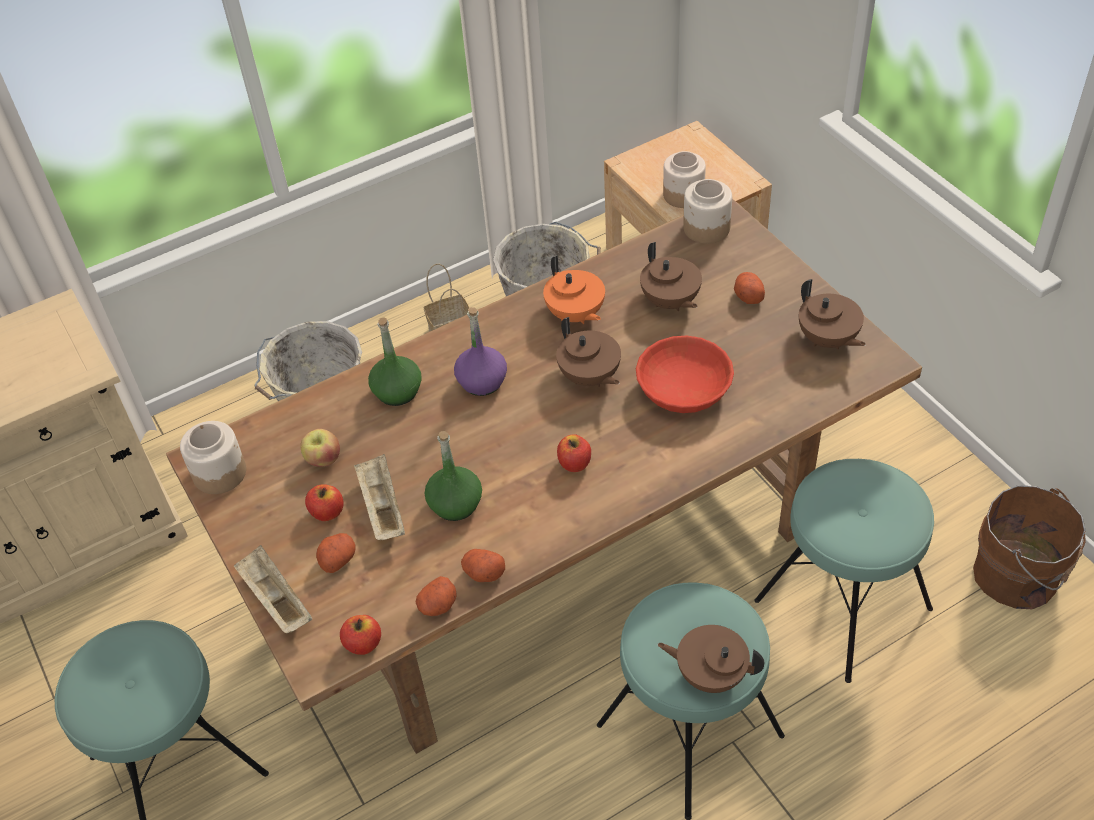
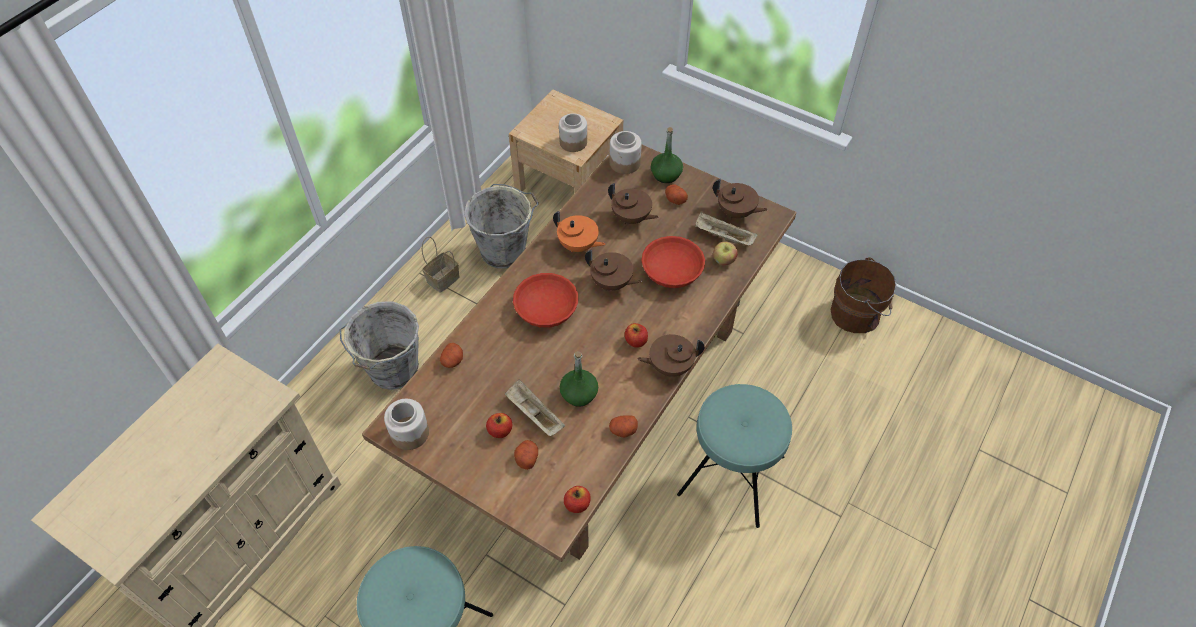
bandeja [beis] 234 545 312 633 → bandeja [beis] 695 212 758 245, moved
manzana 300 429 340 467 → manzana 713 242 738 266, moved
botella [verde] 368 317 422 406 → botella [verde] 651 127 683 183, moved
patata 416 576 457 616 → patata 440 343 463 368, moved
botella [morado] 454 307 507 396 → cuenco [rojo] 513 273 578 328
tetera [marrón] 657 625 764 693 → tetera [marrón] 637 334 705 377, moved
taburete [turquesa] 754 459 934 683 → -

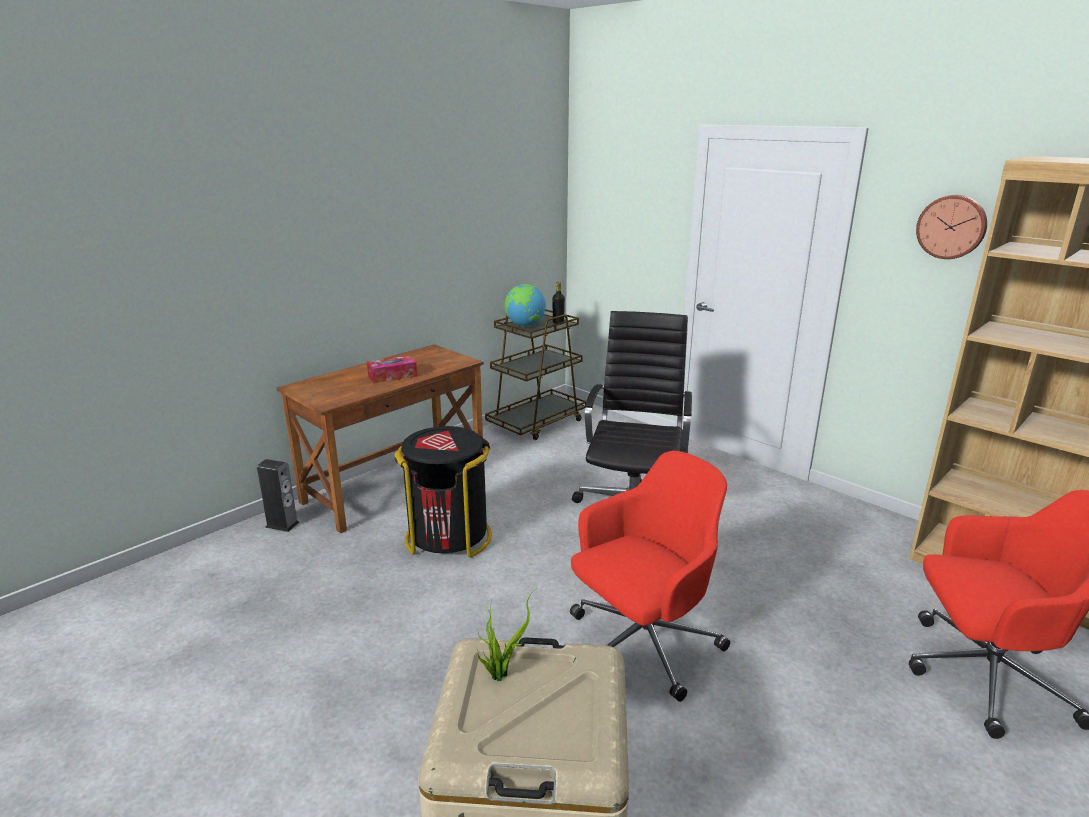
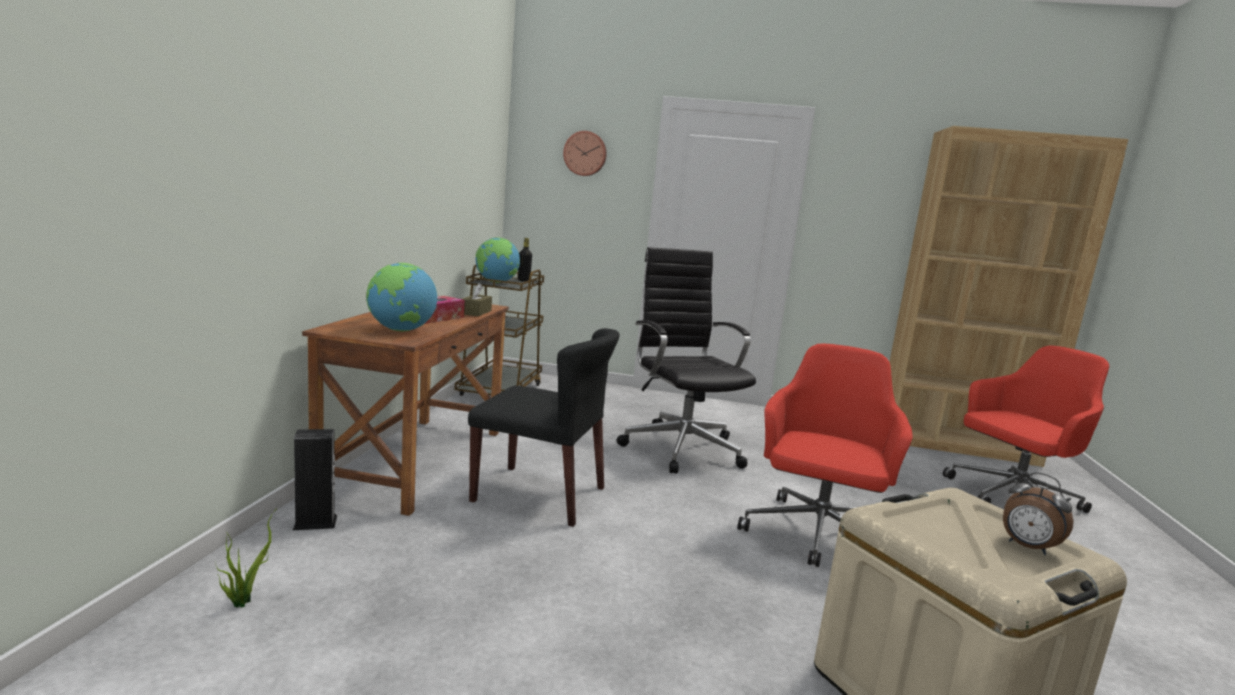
papelera [negro] 394 426 492 558 → silla [negro] 468 328 619 527
planta en maceta 476 593 532 681 → planta en maceta 216 511 275 608, moved
reloj de pared 916 195 987 259 → reloj de pared 563 131 607 176, moved
- → globo terráqueo 366 263 437 331
- → caja de pañuelos [marrón] 462 283 492 316
- → despertador 1003 472 1074 555

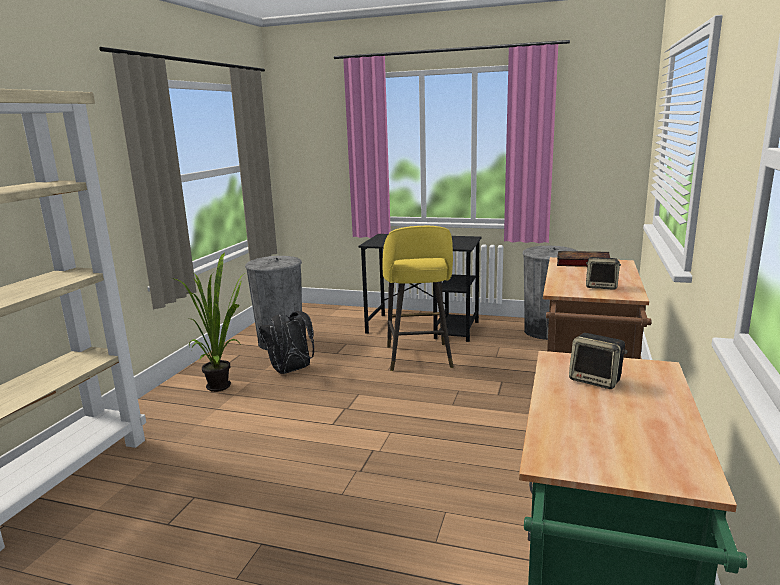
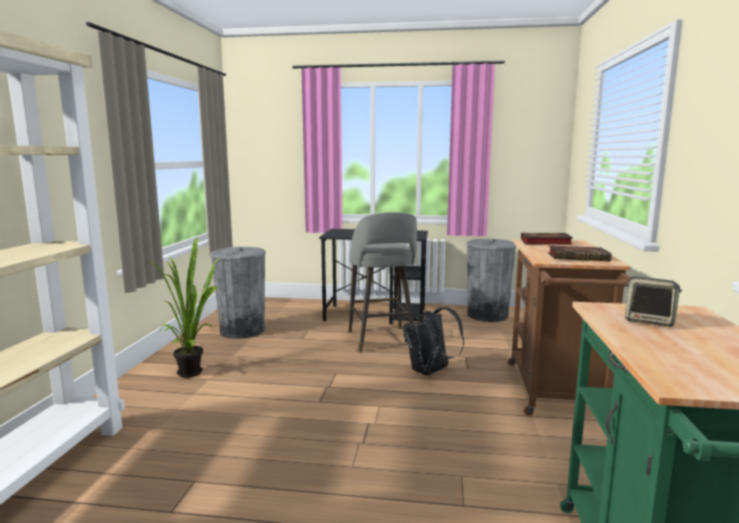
mochila [negro] 259 311 314 374 → mochila [negro] 403 307 464 376, moved
taburete [amarillo] 383 226 453 371 → taburete [gris] 348 212 417 352
altavoz 586 257 621 290 → libro 548 245 612 261

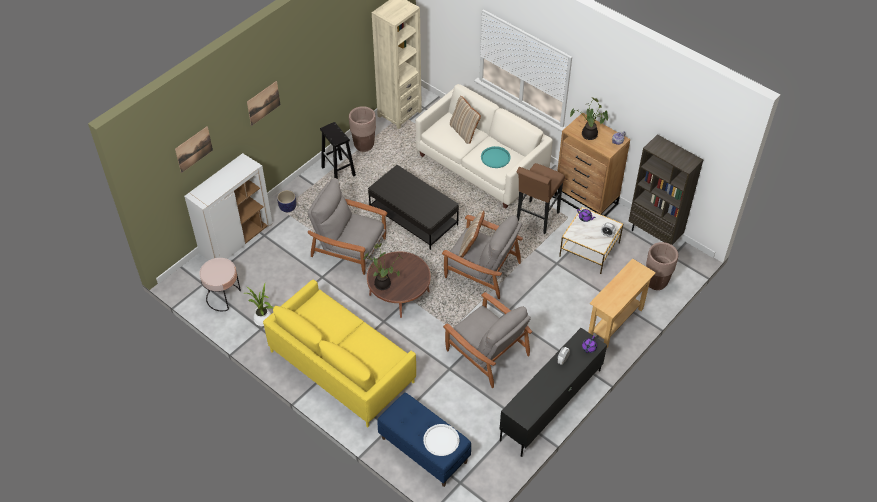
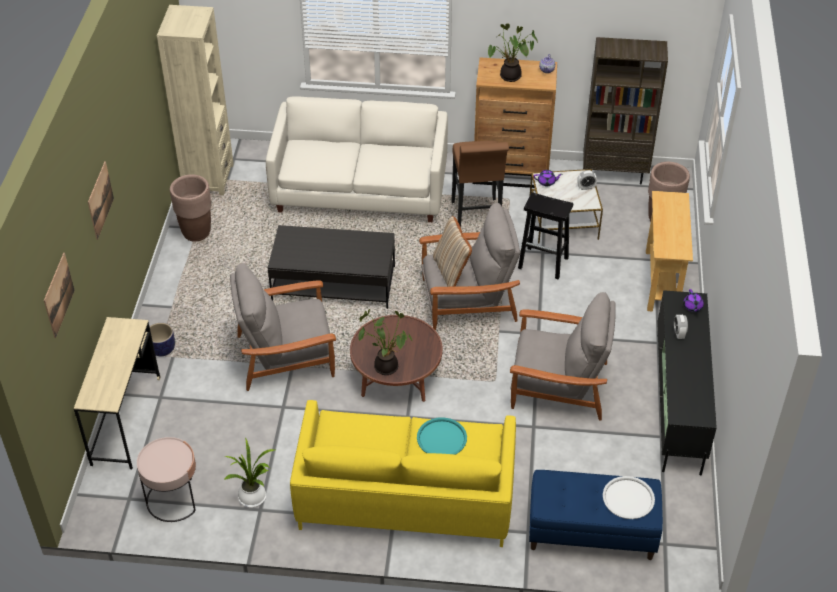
armario [blanco] 184 153 273 261 → escritorio [beis] 74 317 160 469
taburete [negro] 320 122 356 179 → taburete [negro] 518 192 573 280, moved
cojín [beis] 450 96 481 144 → -
bandeja [turquesa] 481 146 511 168 → bandeja [turquesa] 417 417 467 455, moved

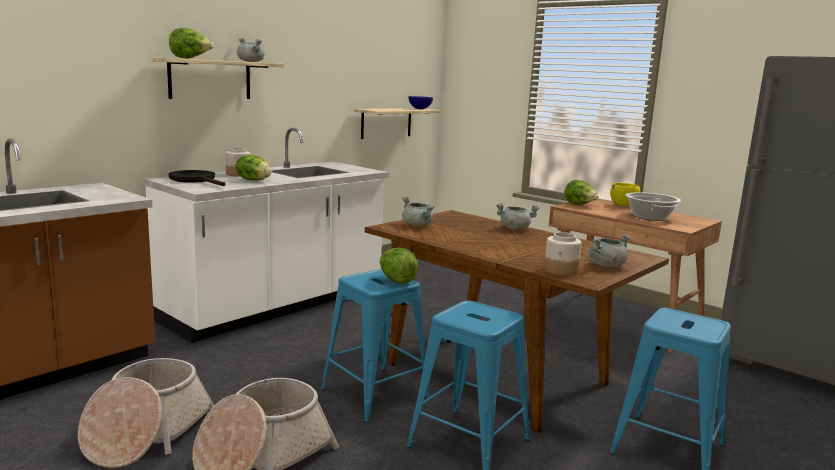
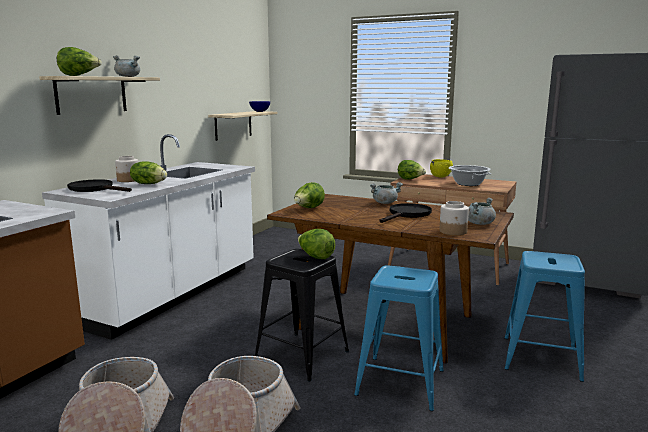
taburete [azul] 321 269 431 422 → taburete [negro] 255 249 349 382
olla [gris] 402 197 434 226 → lechuga 294 182 325 208
- → sartén [negro] 380 203 432 223

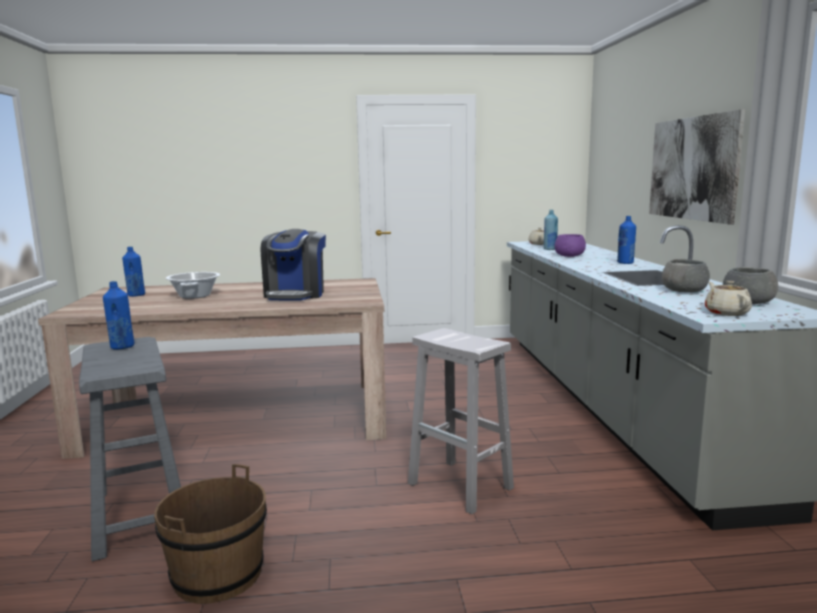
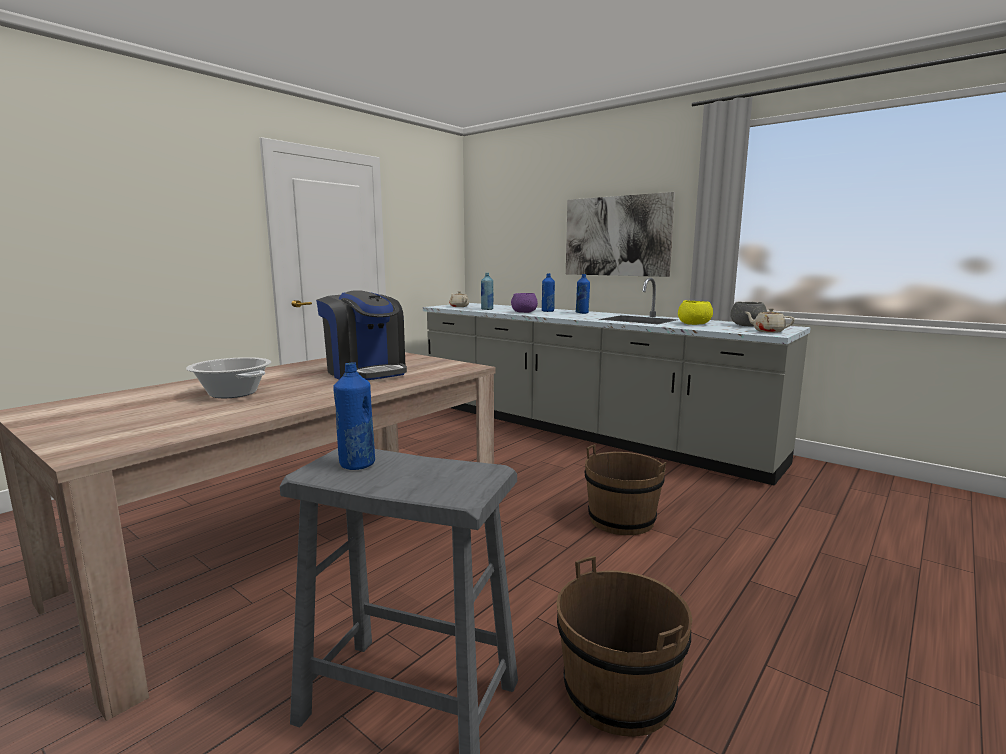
botella [azul] 122 247 145 297 → botella [azul] 542 273 555 312, moved
taburete [blanco] 408 328 514 515 → cubo [marrón] 585 444 666 535
cuenco [gris] 662 259 710 292 → cuenco [amarillo] 678 300 713 325

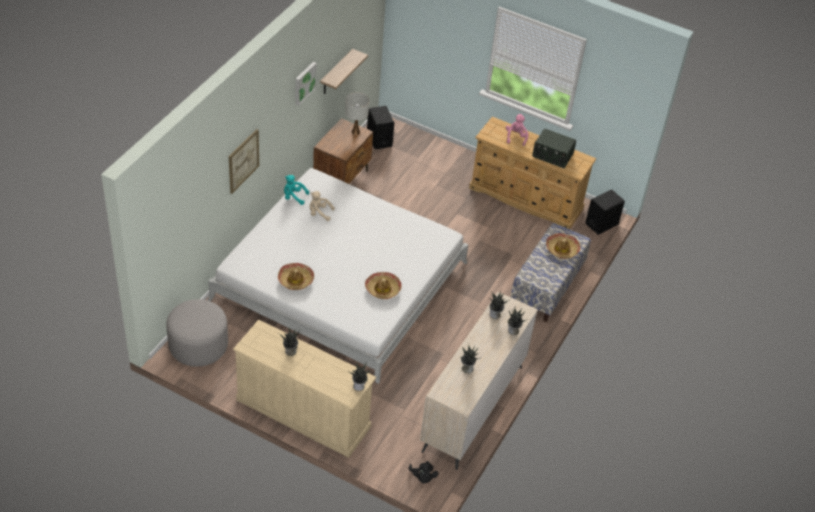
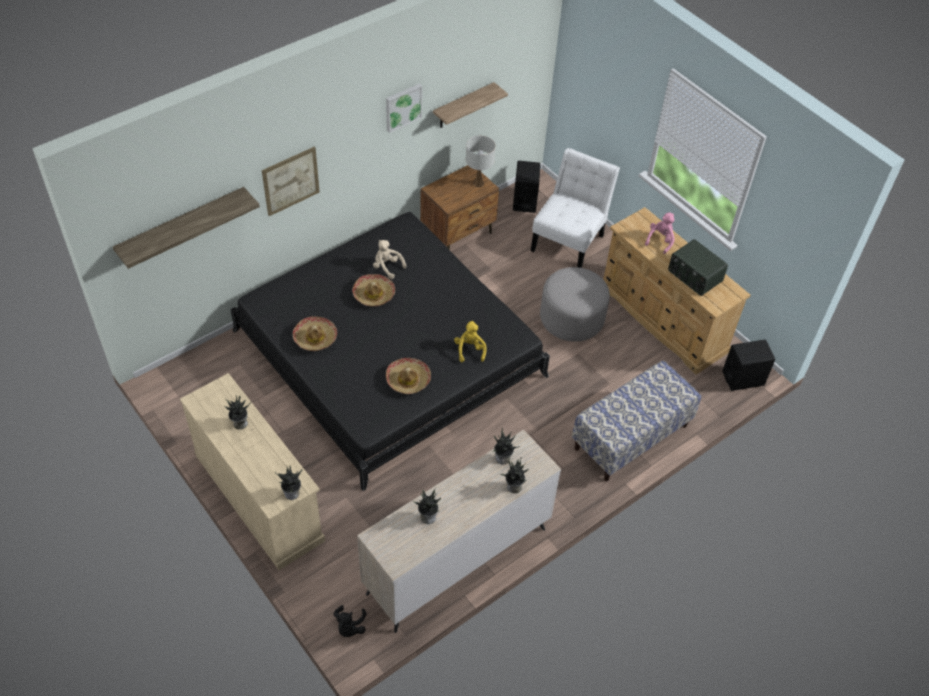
puf [gris] 166 299 228 367 → puf [gris] 540 267 610 342, moved
cama [blanco] 208 168 469 384 → cama [negro] 231 212 550 491
peluche [turquesa] 284 175 309 205 → -
sombrero 546 233 581 259 → sombrero 352 274 395 307, moved
- → estante 113 187 260 269
- → peluche [amarillo] 454 320 487 363
- → silla [blanco] 531 148 620 268

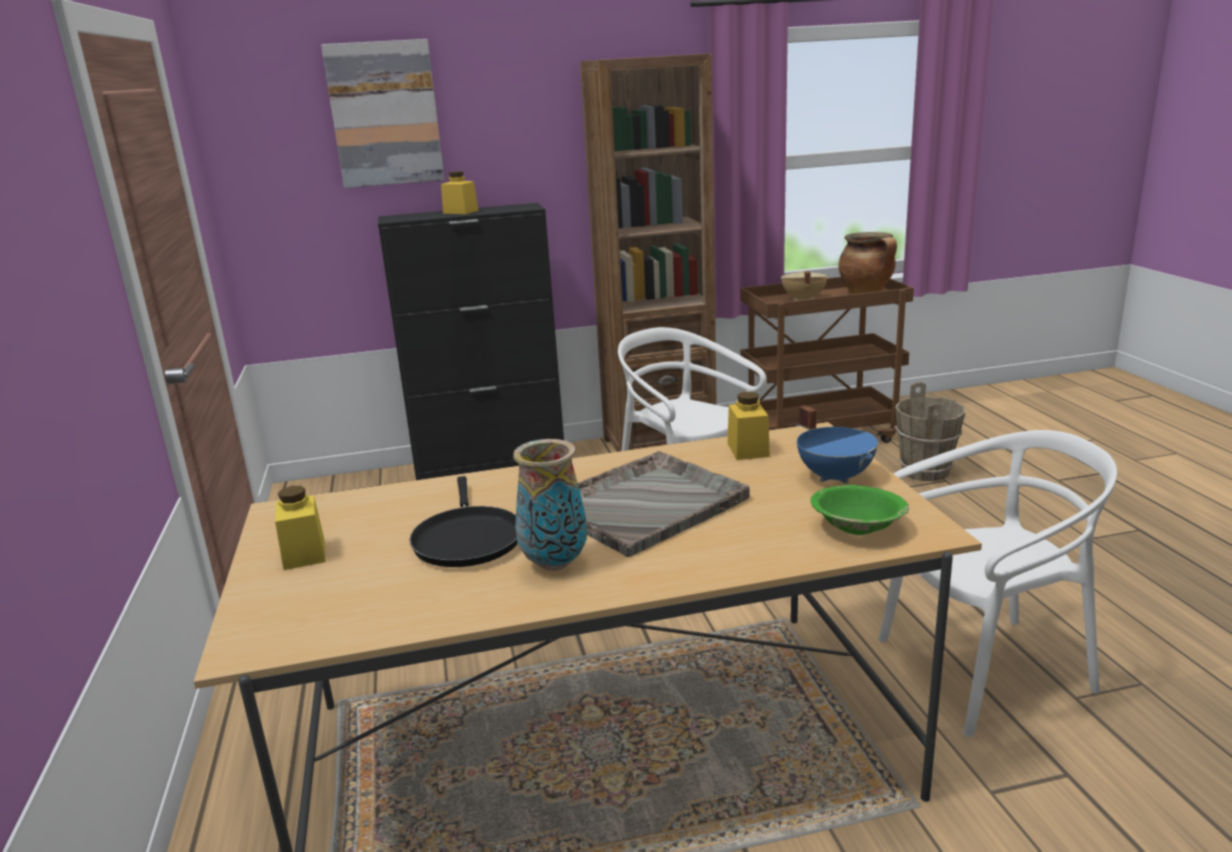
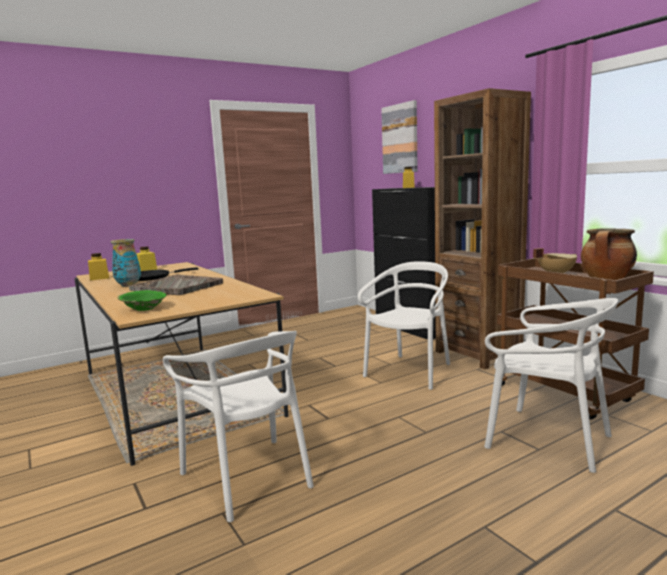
tarro [amarillo] 728 392 770 460 → tarro [amarillo] 88 253 109 280, moved
olla [azul] 797 405 878 484 → -
cubo [marrón] 895 382 966 481 → silla [blanco] 484 298 618 473

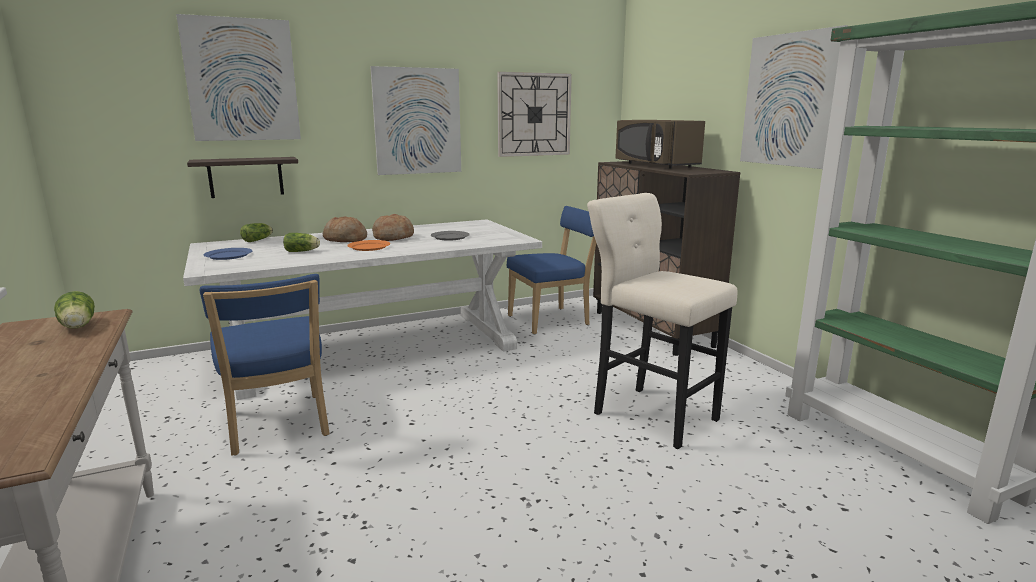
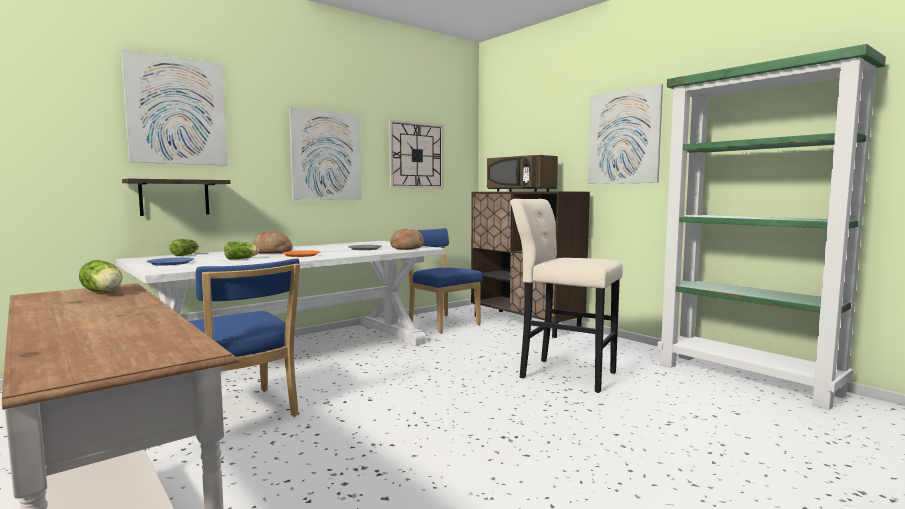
pan 372 214 414 241 → pan 390 229 424 250, moved
silla [azul] 507 206 596 334 → silla [azul] 409 228 483 334, 90 degrees counterclockwise

